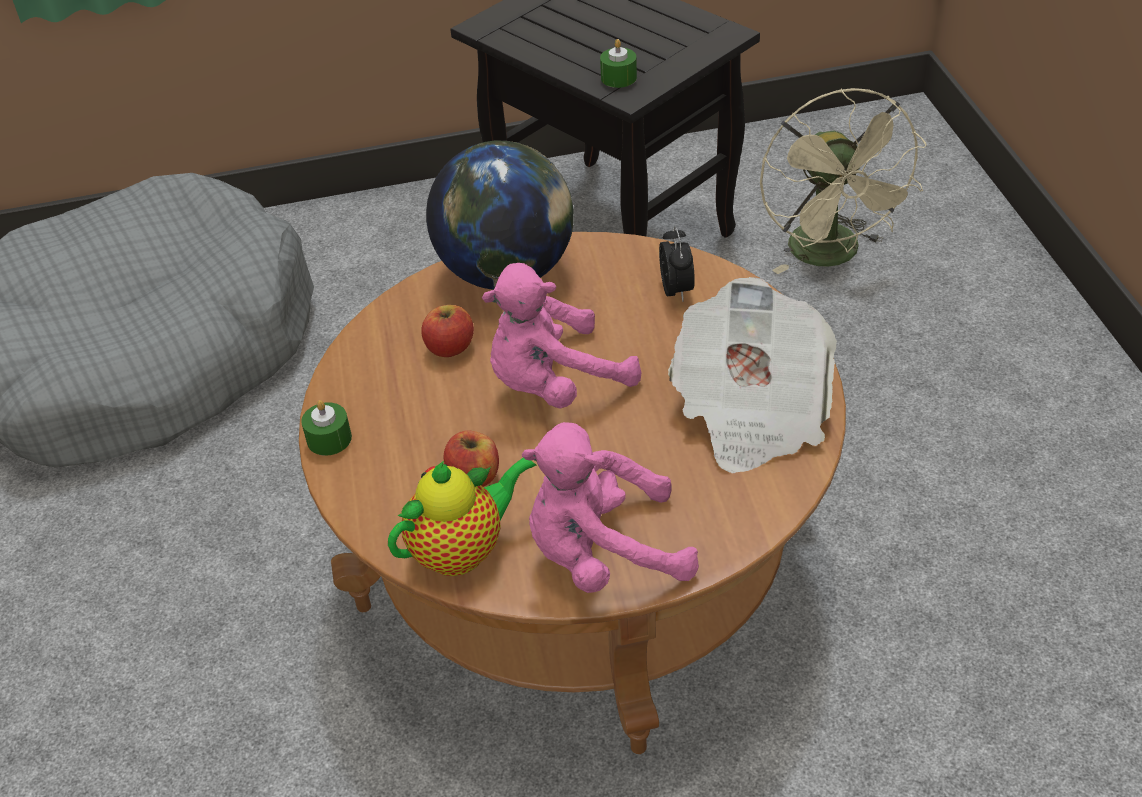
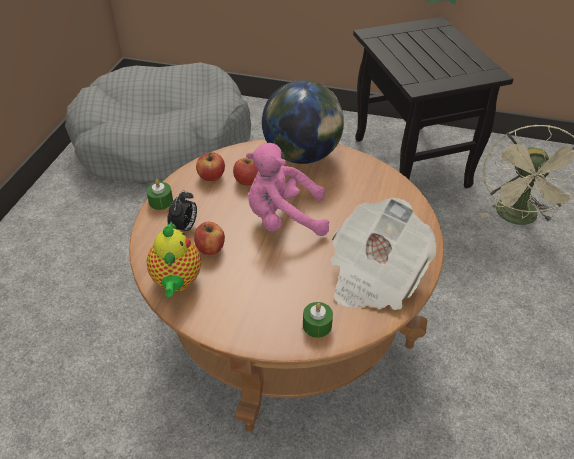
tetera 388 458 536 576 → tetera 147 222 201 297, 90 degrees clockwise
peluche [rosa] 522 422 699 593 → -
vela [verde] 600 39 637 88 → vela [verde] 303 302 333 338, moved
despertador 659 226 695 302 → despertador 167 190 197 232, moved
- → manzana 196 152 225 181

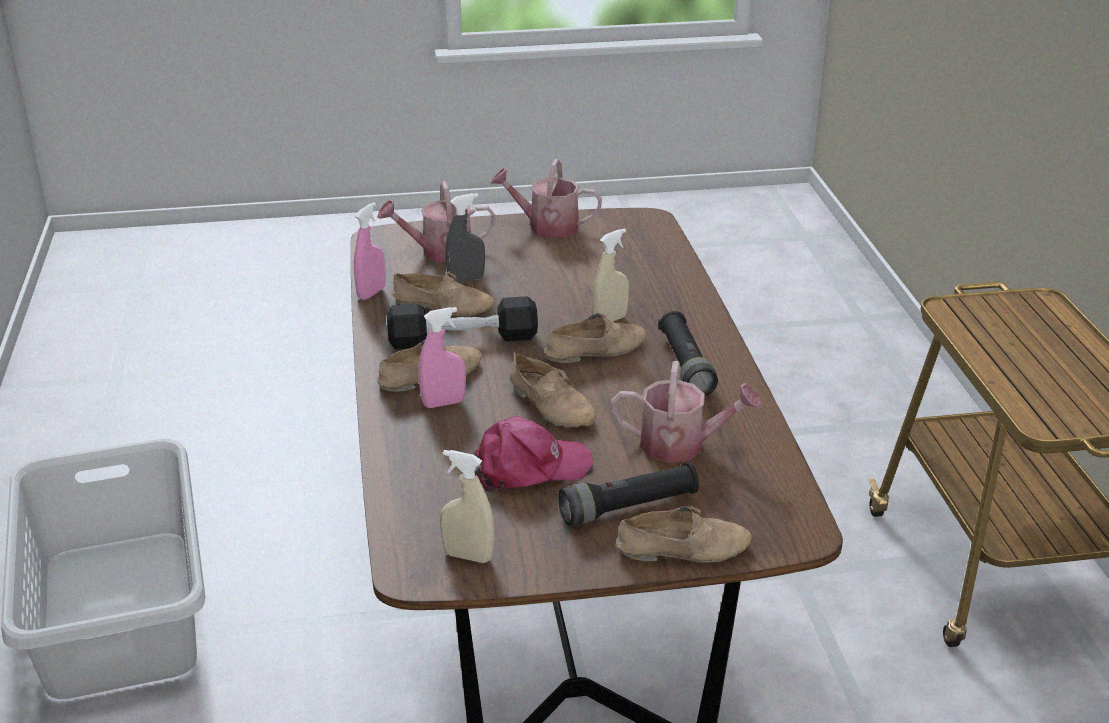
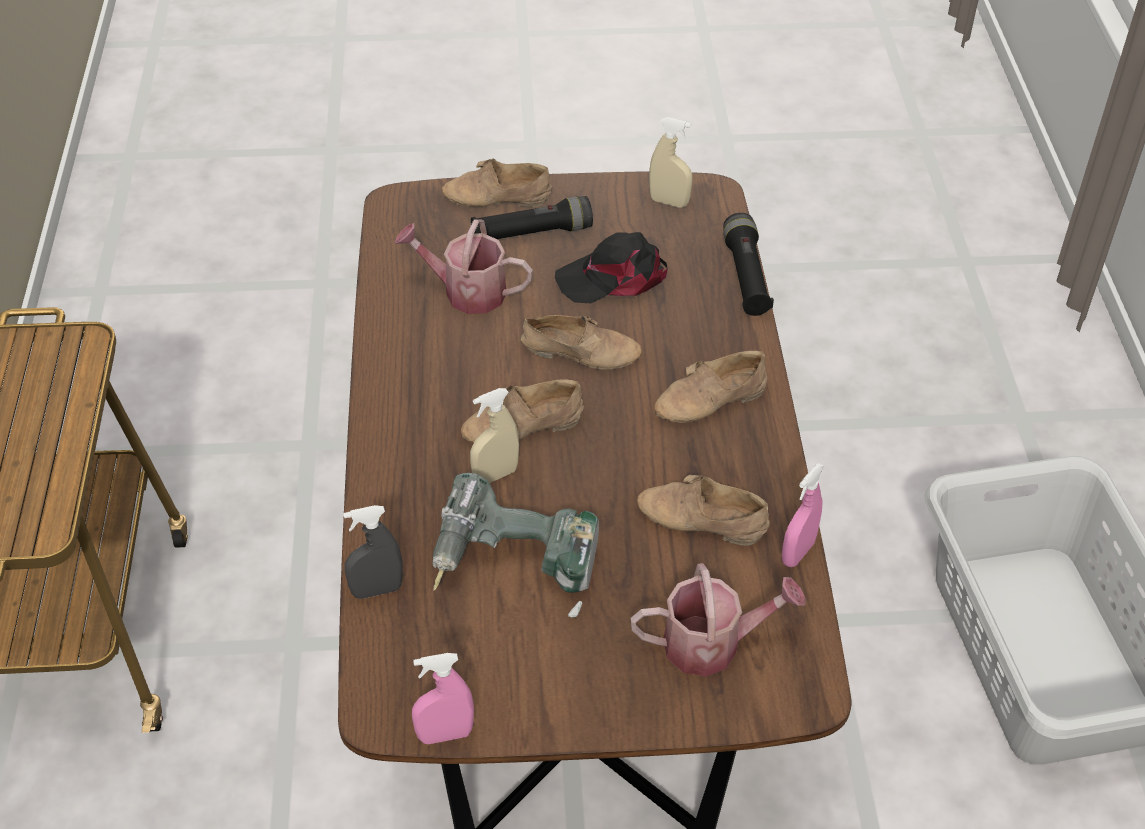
mancuerna [negro] 387 296 538 349 → -
pulverizador [rosa] 419 307 466 408 → pulverizador [rosa] 412 653 474 744, moved
pulverizador [gris] 445 193 485 283 → pulverizador [gris] 343 505 403 599, moved
gorra [rosa] 474 416 593 493 → gorra [negro] 555 232 668 303
regadera 490 159 602 238 → -
zapato [beis] 510 352 596 427 → zapato [beis] 520 315 642 370, 135 degrees clockwise
linterna [negro] 658 311 718 396 → linterna [negro] 723 213 774 316, moved
- → taladro 432 473 599 617

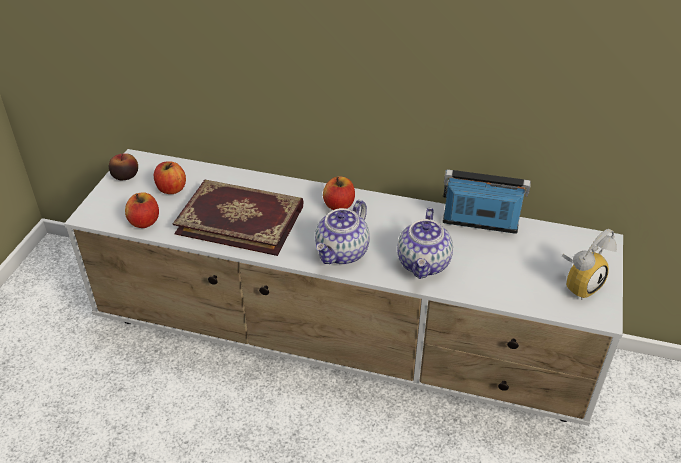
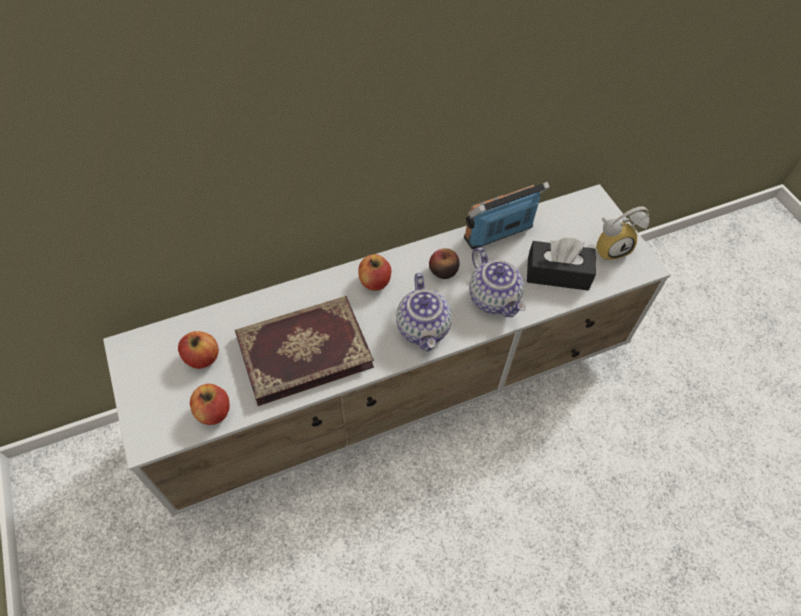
manzana 109 153 138 180 → manzana 429 248 459 279, moved
despertador 562 229 617 300 → despertador 596 206 649 261, 60 degrees clockwise
- → caja de pañuelos [negro] 527 238 596 290

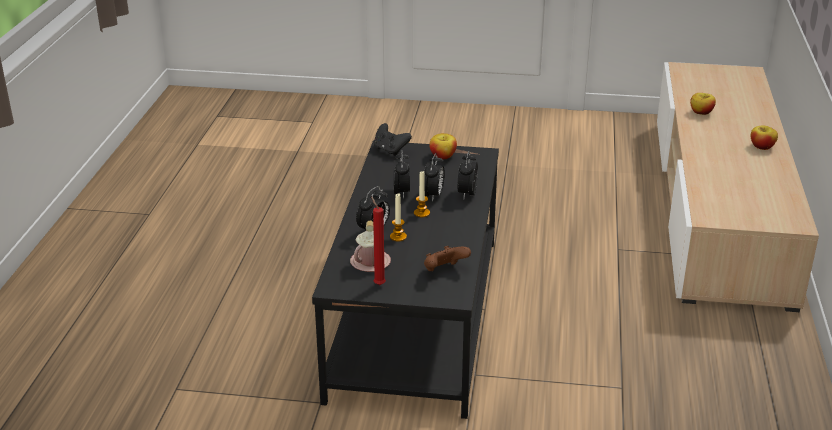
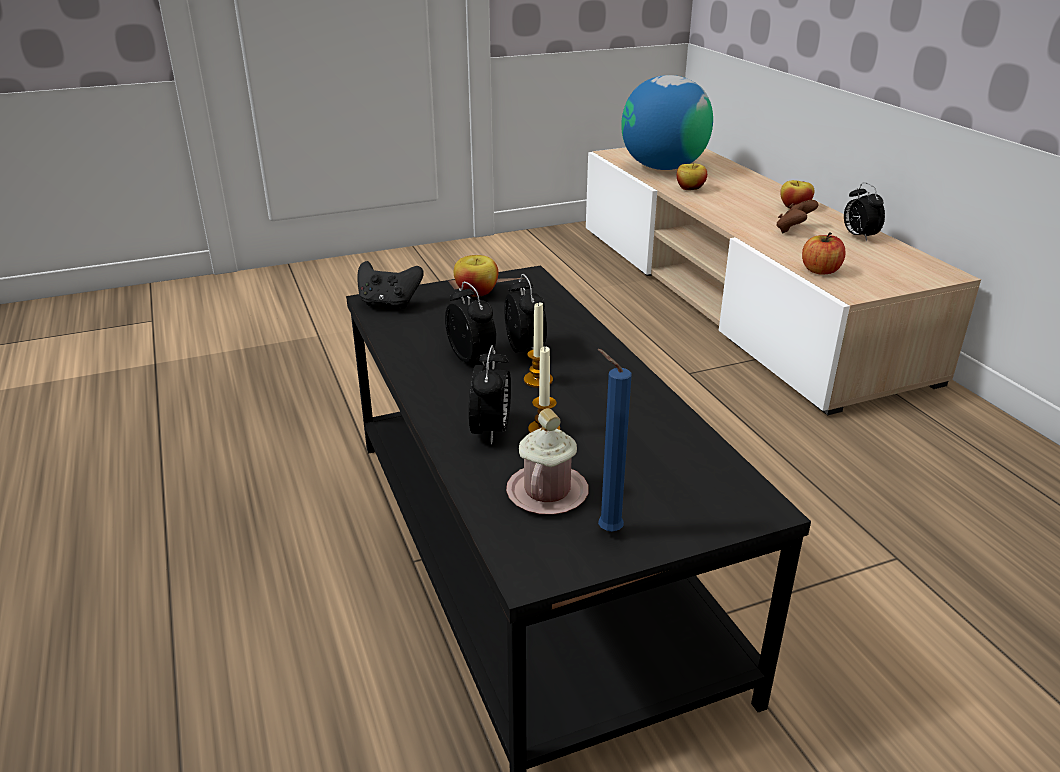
vela [rojo] 371 197 386 285 → vela [azul] 598 349 632 532
mando de consola [marrón] 424 246 471 271 → mando de consola [marrón] 776 200 818 233, moved
despertador 458 151 478 199 → despertador 844 183 885 241, moved
- → globo terráqueo 621 75 713 170
- → manzana 802 233 846 275

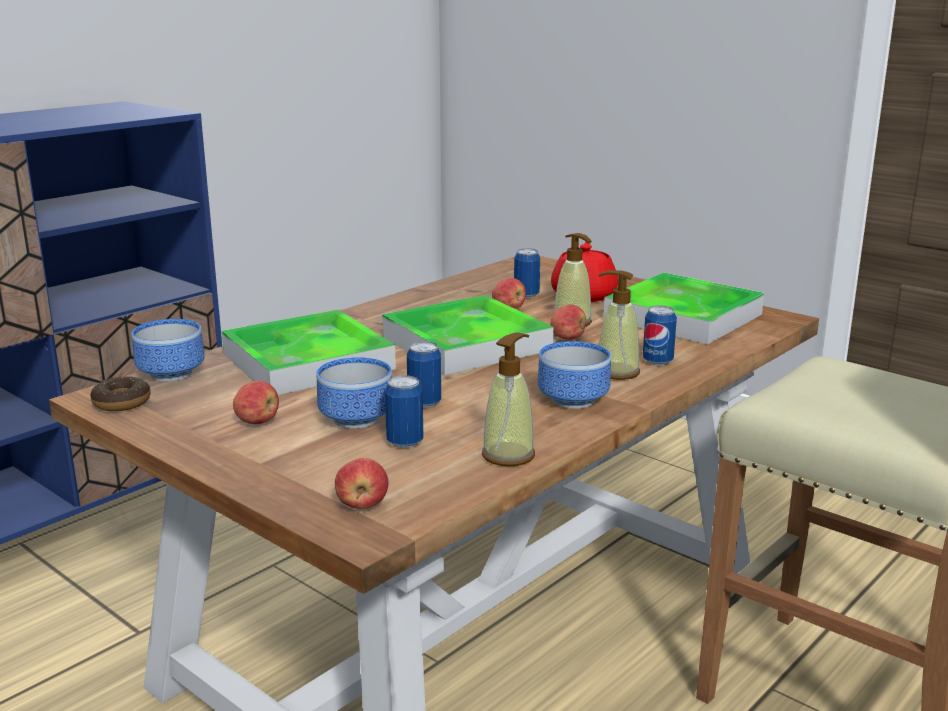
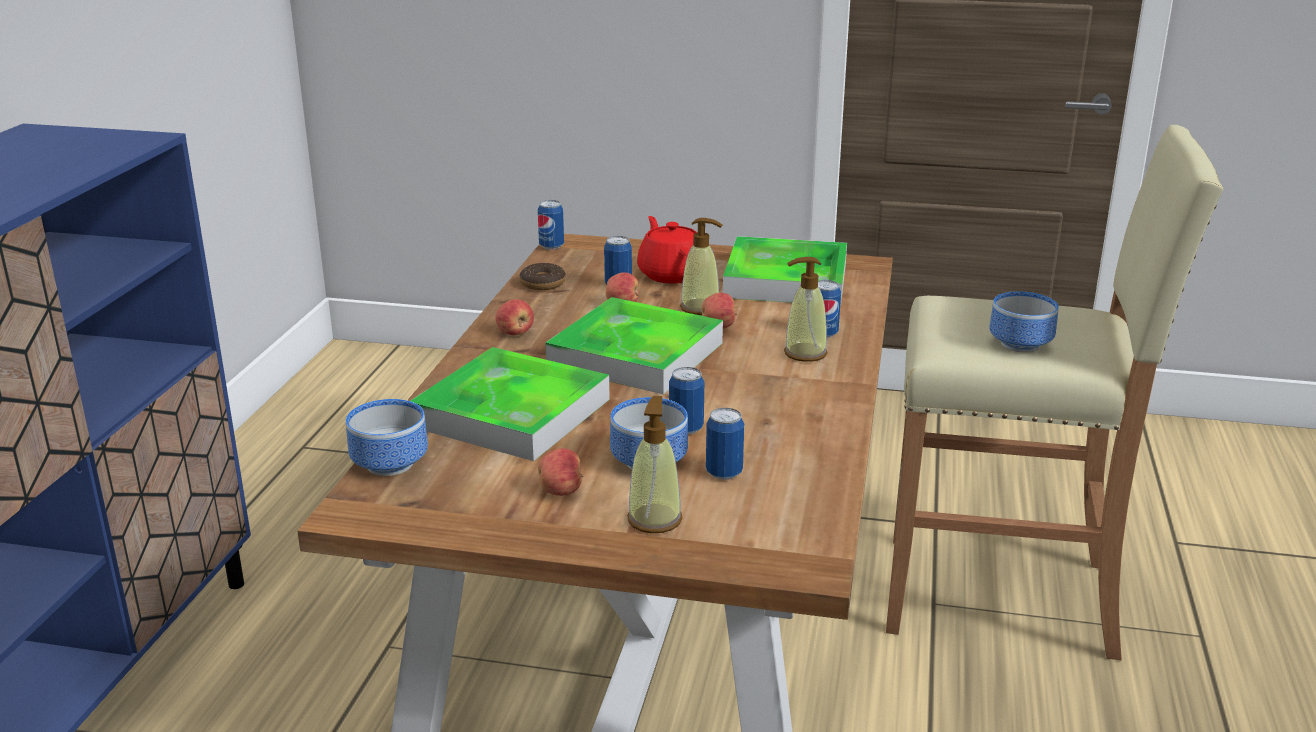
rosquilla 90 377 151 411 → rosquilla 519 263 566 290, moved
manzana 335 458 388 509 → manzana 495 299 534 336, moved
dispensador de jabón 482 332 535 466 → dispensador de jabón 627 396 682 533, moved
cuenco 538 341 611 409 → cuenco 990 291 1059 352, moved
- → lata 538 200 564 250

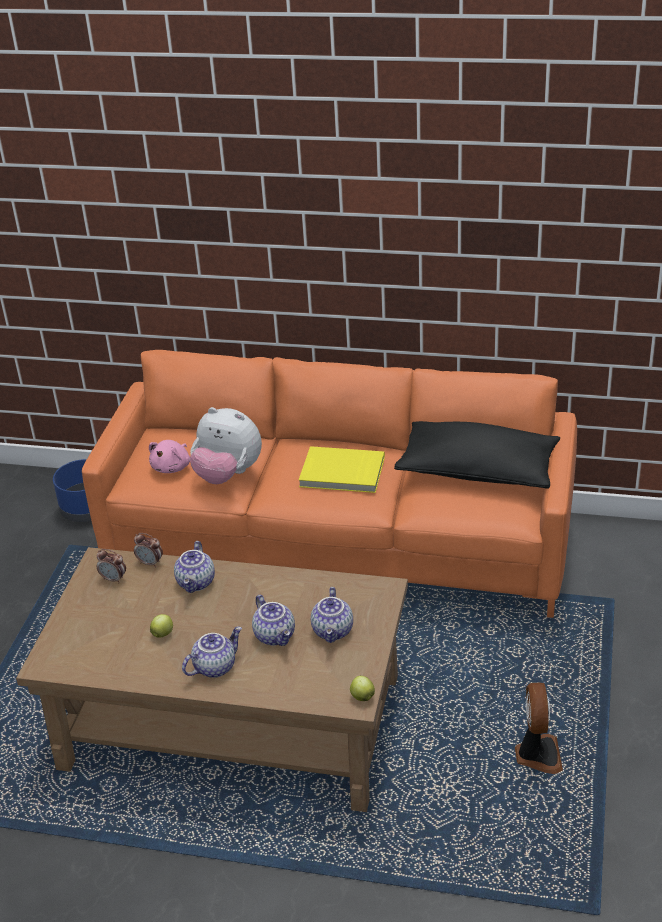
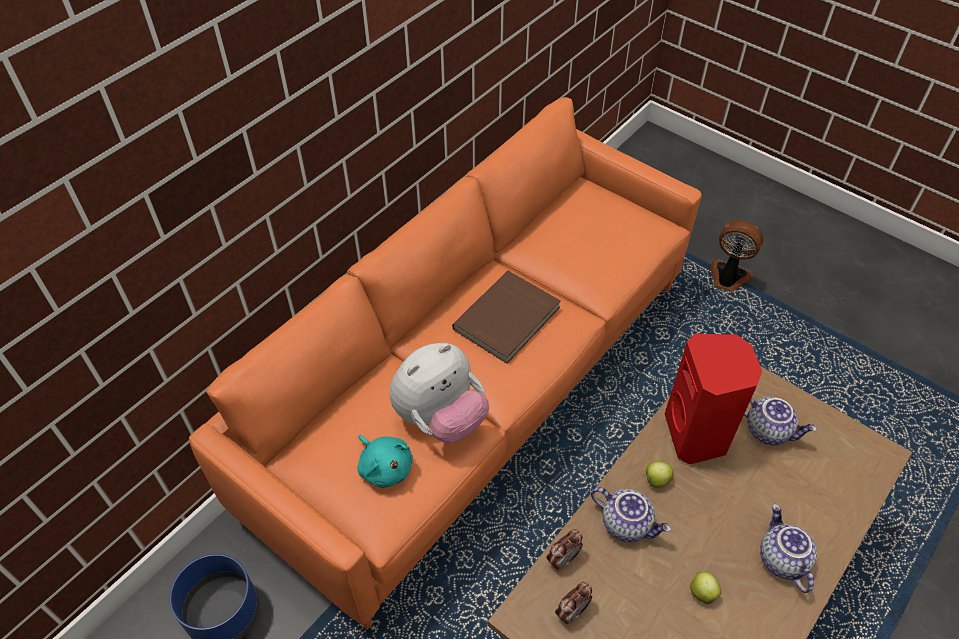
peluche [rosa] 149 440 190 473 → peluche [turquesa] 358 434 413 488
tetera 252 595 295 646 → -
libro [amarillo] 299 446 385 493 → libro [marrón] 452 271 561 364
manzana 350 676 375 701 → manzana 643 461 674 488, moved
cojín [negro] 394 421 560 489 → -
ventilador 515 683 563 774 → ventilador 711 220 764 292, moved
- → altavoz [rojo] 665 334 762 465

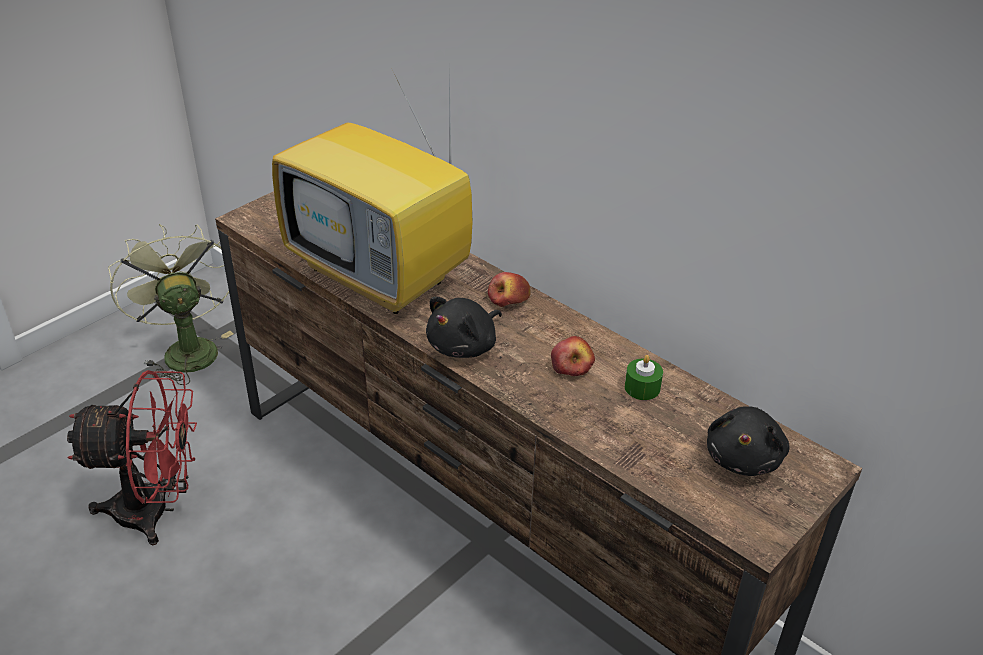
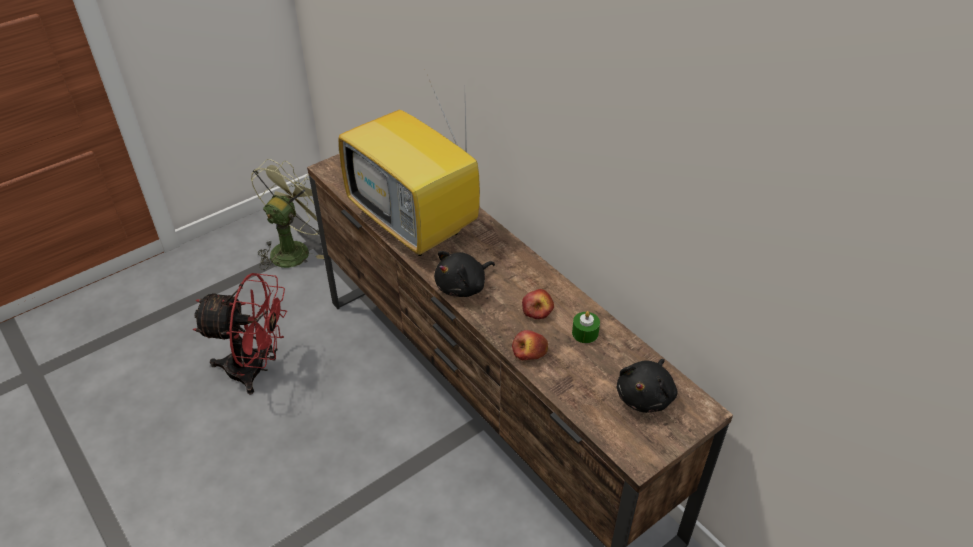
ventilador [verde] 108 224 234 385 → ventilador [verde] 251 159 324 270, 45 degrees clockwise
manzana 488 272 531 307 → manzana 512 330 548 360, moved

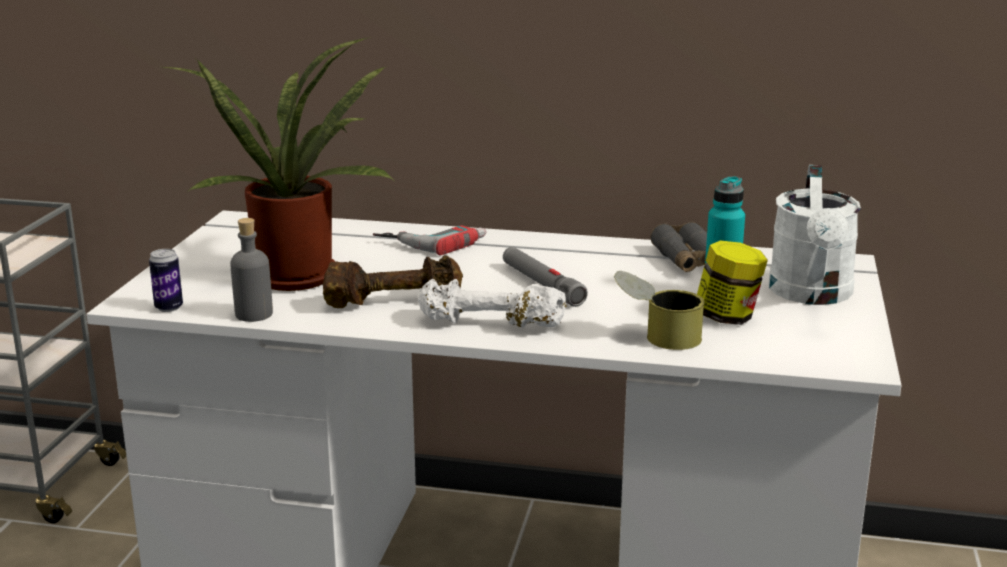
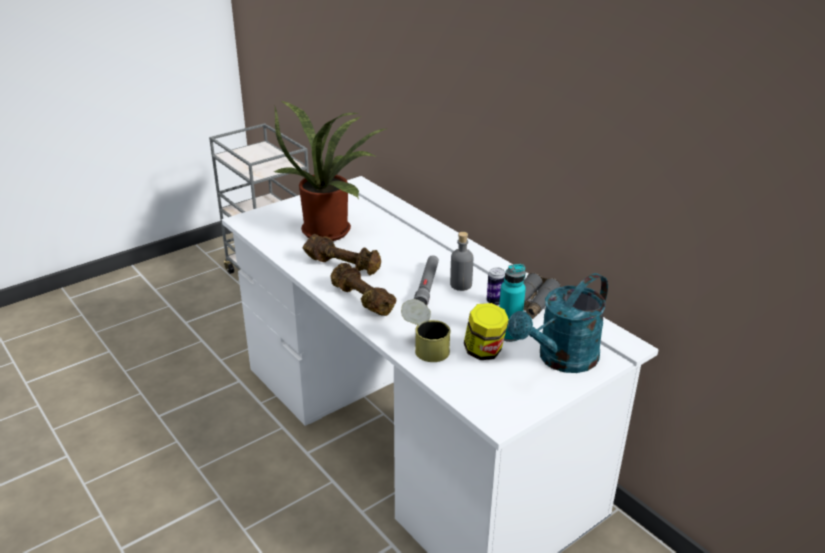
lata 149 249 183 312 → lata 487 268 505 306, moved
botella [gris] 230 218 273 322 → botella [gris] 450 232 473 291, moved
taladro 373 225 487 256 → -
mancuerna [blanco] 418 279 567 328 → mancuerna [marrón] 330 263 396 316
regadera [blanco] 769 165 861 305 → regadera [turquesa] 508 273 608 373

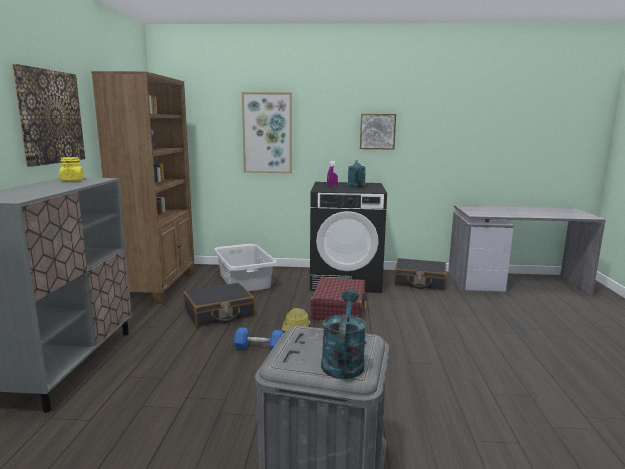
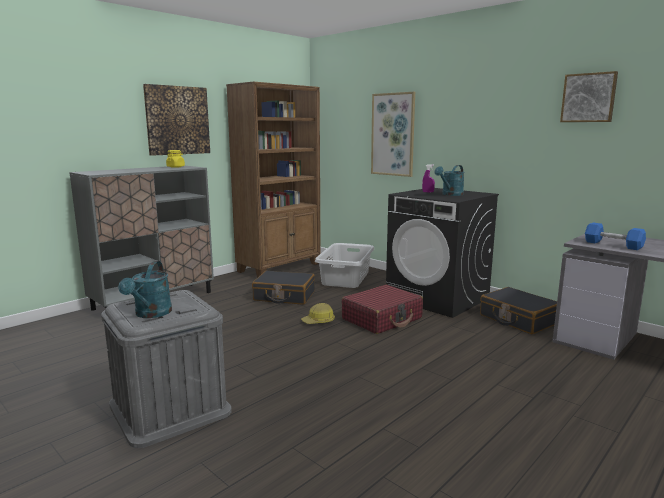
mancuerna [azul] 234 327 284 350 → mancuerna [azul] 585 222 646 250, moved
regadera [turquesa] 321 289 366 379 → regadera [turquesa] 118 261 172 318, 135 degrees clockwise
cuadro 360 114 396 150 → cuadro 560 71 618 122, moved

